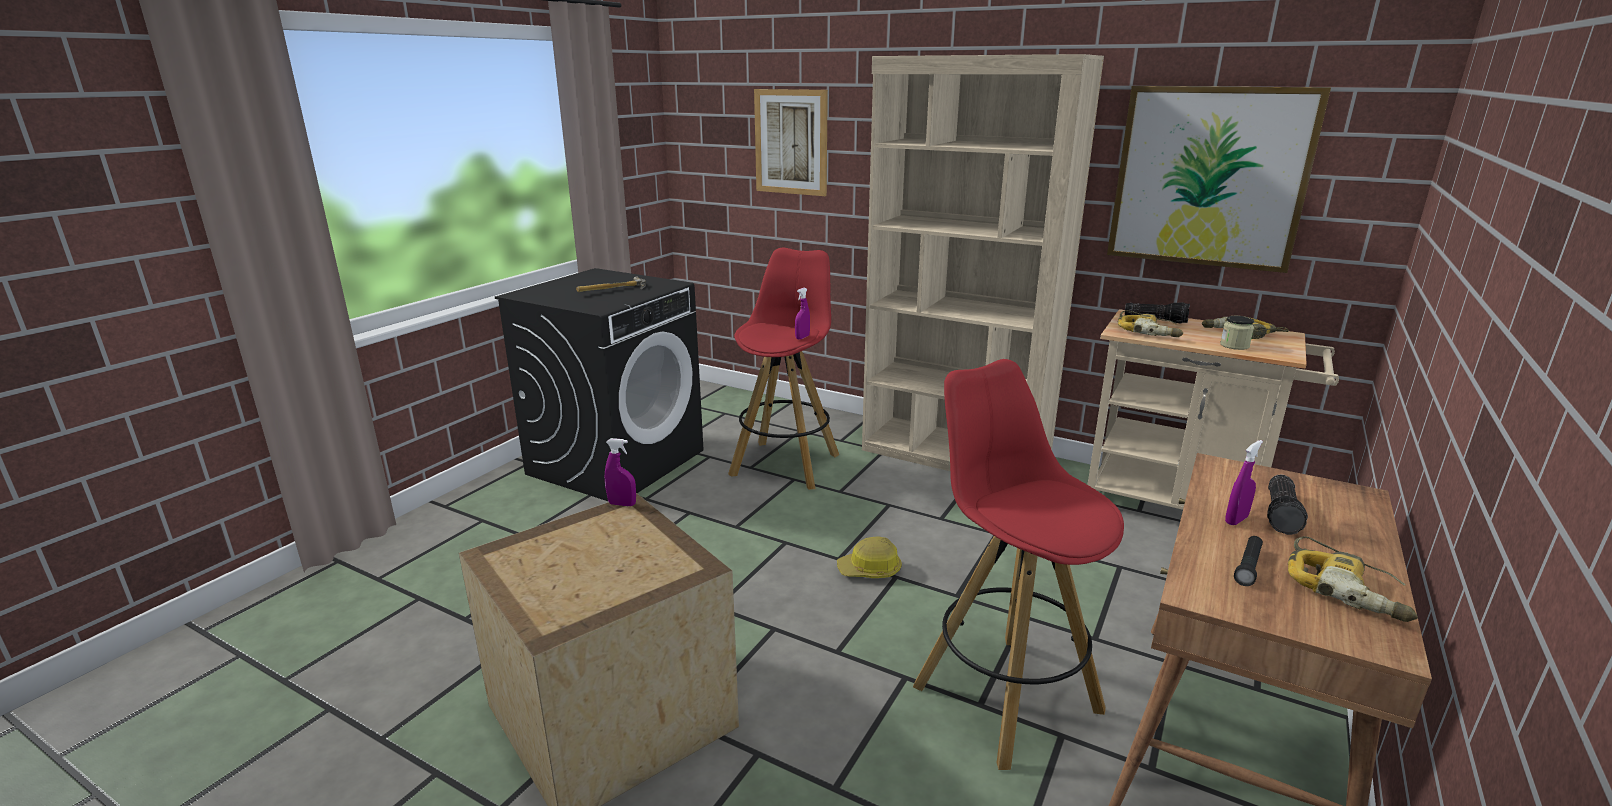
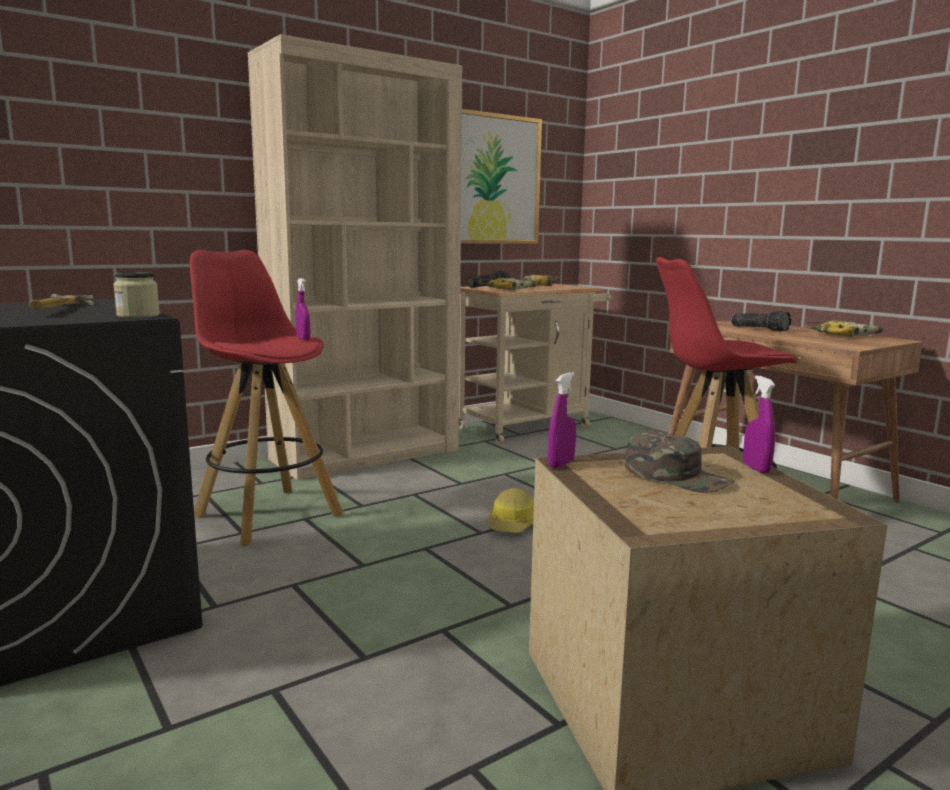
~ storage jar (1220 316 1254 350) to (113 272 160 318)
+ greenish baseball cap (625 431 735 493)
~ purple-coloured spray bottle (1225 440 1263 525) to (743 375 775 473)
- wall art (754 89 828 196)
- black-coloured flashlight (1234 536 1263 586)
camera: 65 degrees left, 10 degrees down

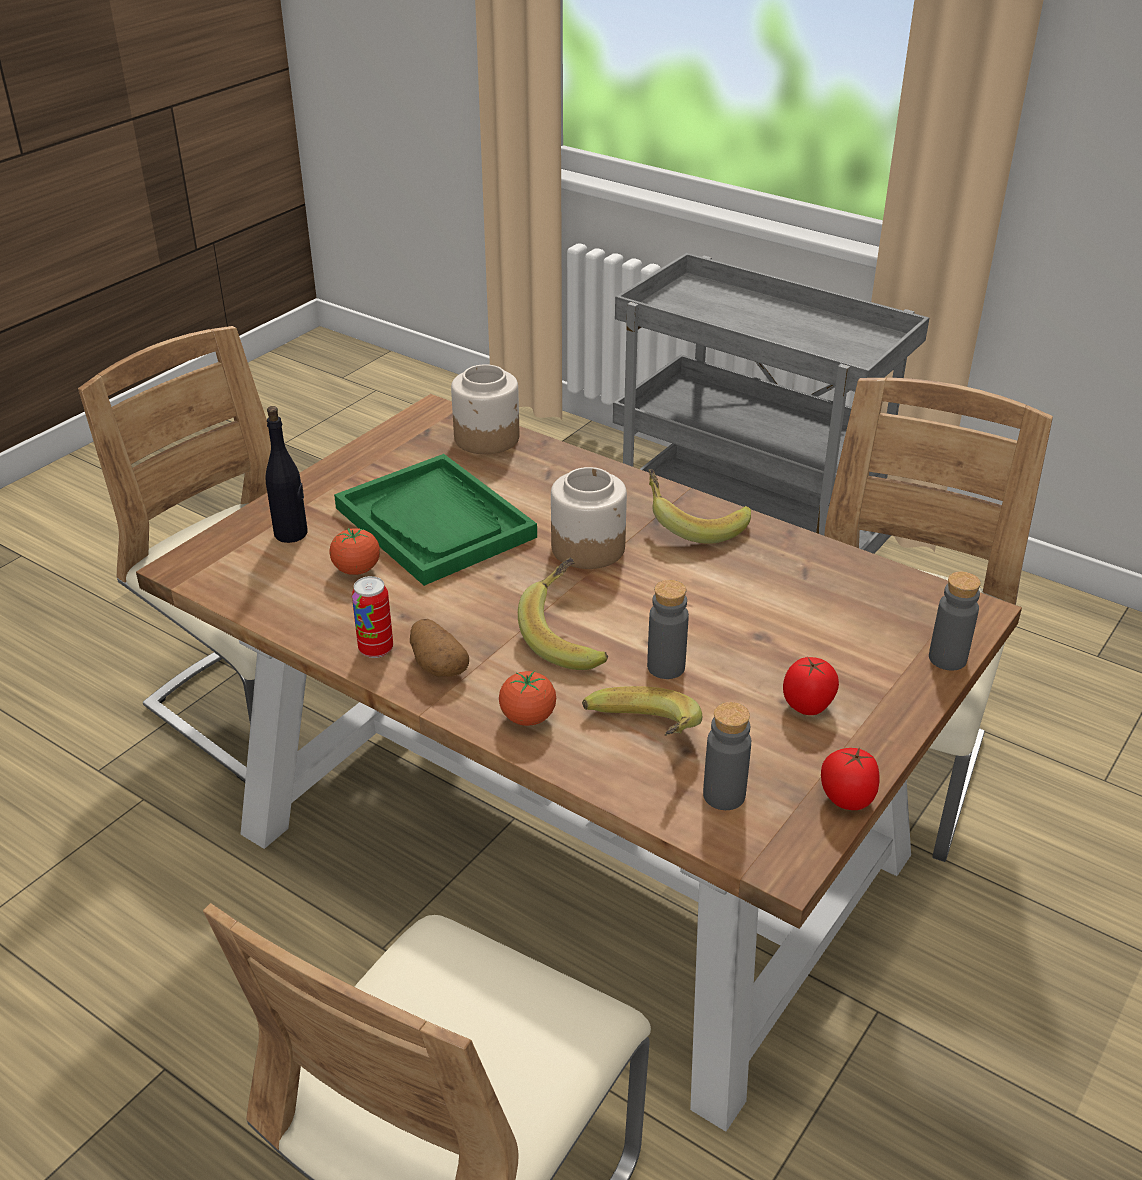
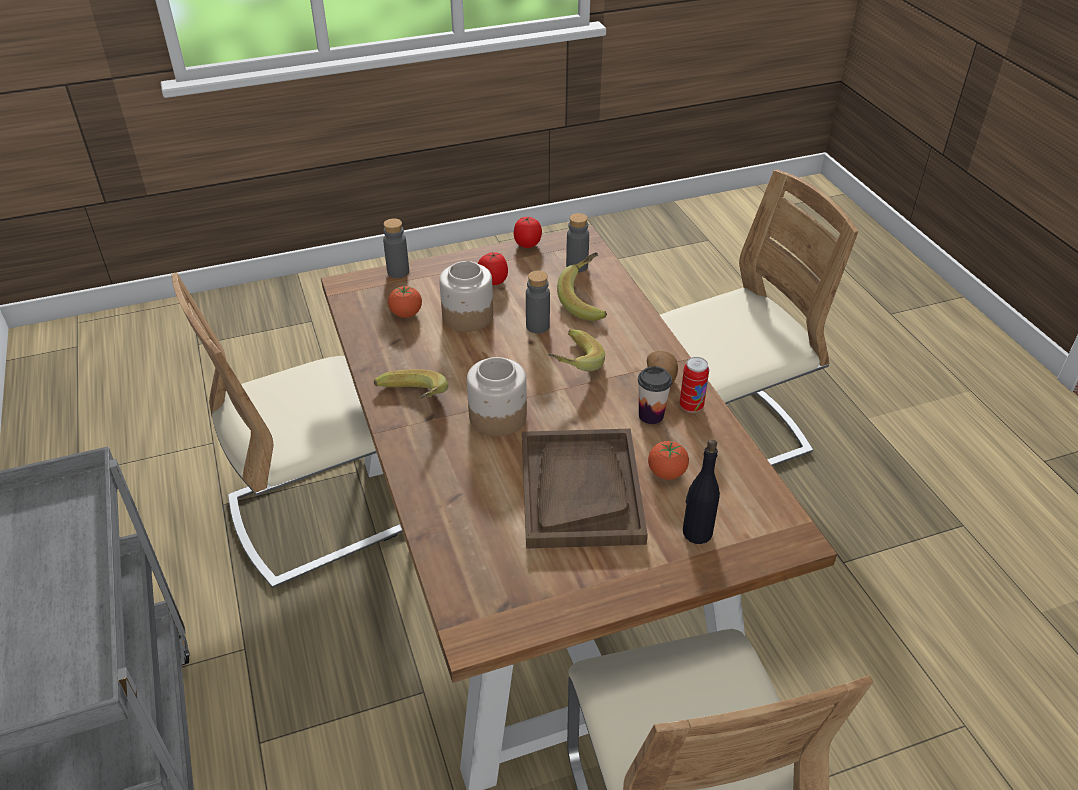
~ whole tomato (499 670 556 726) to (388 285 422 318)
~ storage jar (451 364 519 454) to (439 261 493 332)
~ greenish serving tray (334 454 537 586) to brown serving tray (522 429 648 549)
+ small cup (638 366 672 424)
camera: 145 degrees left, 5 degrees up

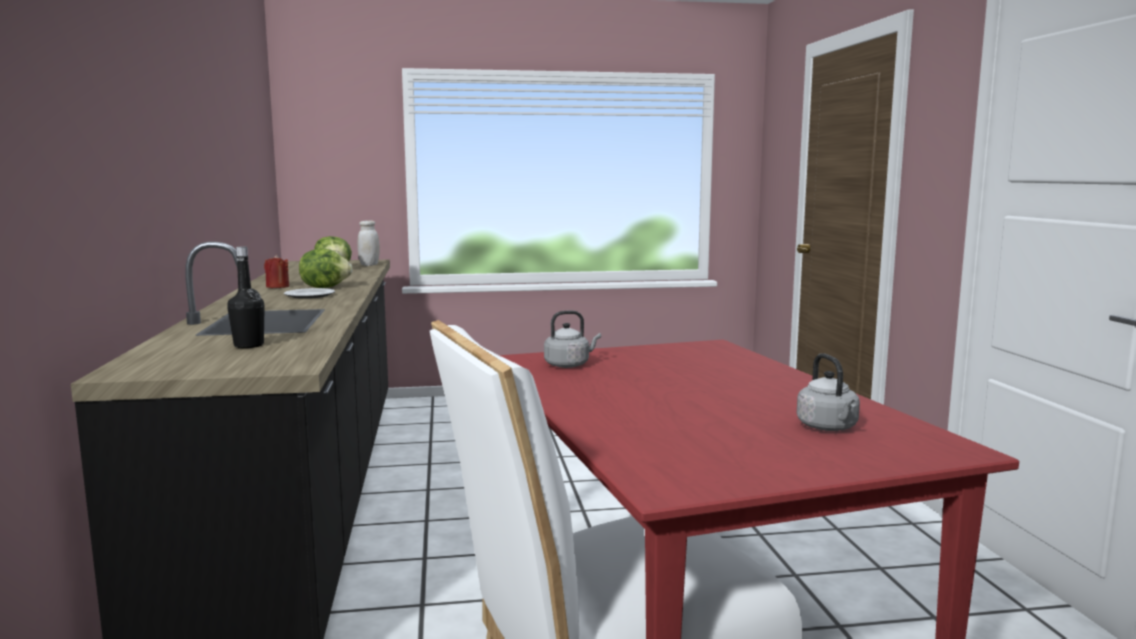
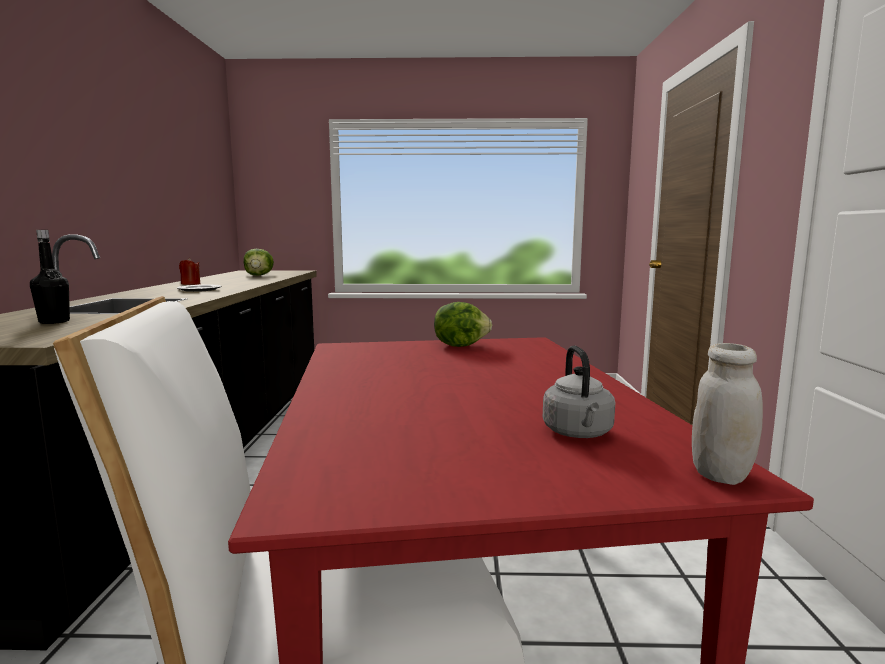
~ lettuce (299 248 353 288) to (434 302 492 347)
~ white-coloured storage jar (357 220 380 266) to (692 343 763 485)
- greyish kettle (544 311 601 368)
camera: 10 degrees right, 0 degrees up

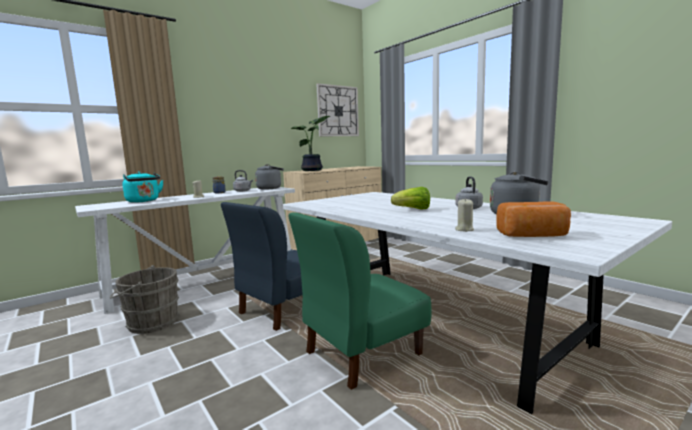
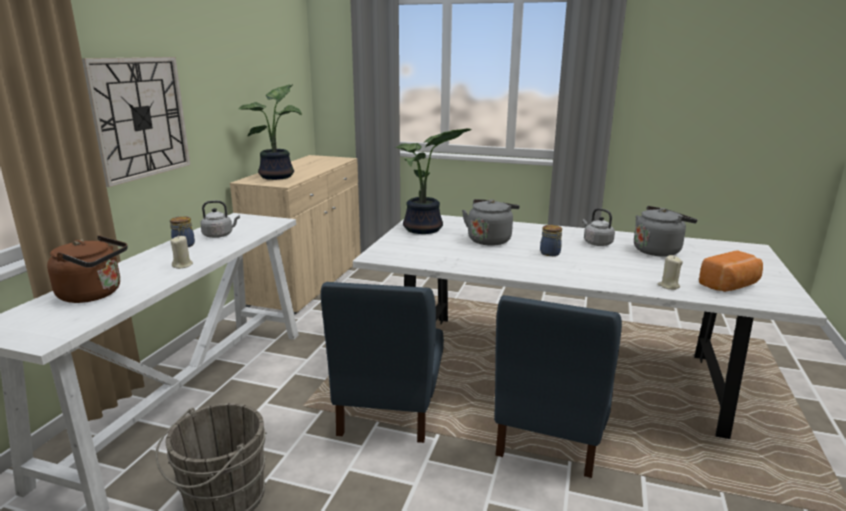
~ turquoise-coloured kettle (122 171 164 203) to brown kettle (47 236 128 303)
~ wall clock (316 83 359 136) to (82 57 190 187)
+ plant in a pot (395 128 472 234)
~ greyish kettle (255 164 284 190) to (462 199 520 246)
~ greenish plain chair (289 212 432 390) to blue plain chair (494 295 622 478)
~ lettuce (391 187 430 210) to storage jar (540 225 562 256)
camera: 35 degrees left, 10 degrees up

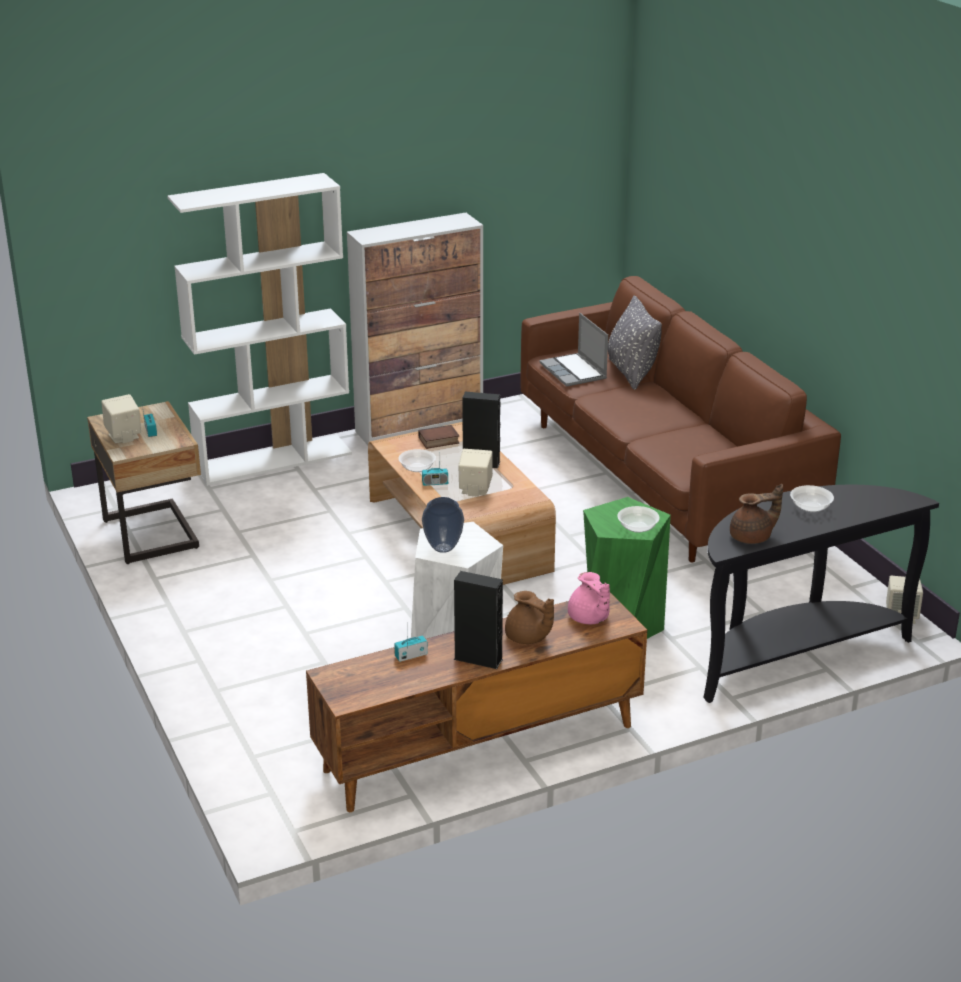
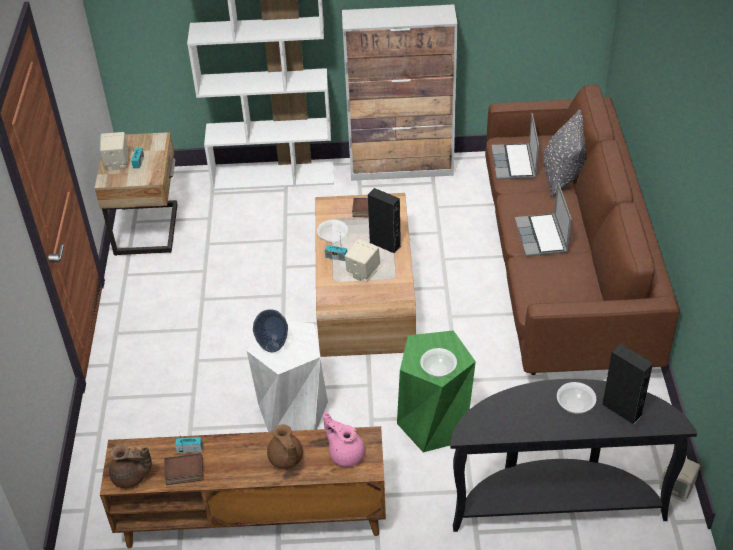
~ brown tea pot (730 484 783 544) to (109 445 152 488)
+ volume (164 453 204 485)
~ pink tea pot (568 572 610 624) = (323 412 365 467) 135 degrees clockwise
+ laptop (515 182 572 256)
~ black-coloured loudspeaker (454 571 503 669) to (602 344 653 425)
camera: 25 degrees right, 15 degrees up

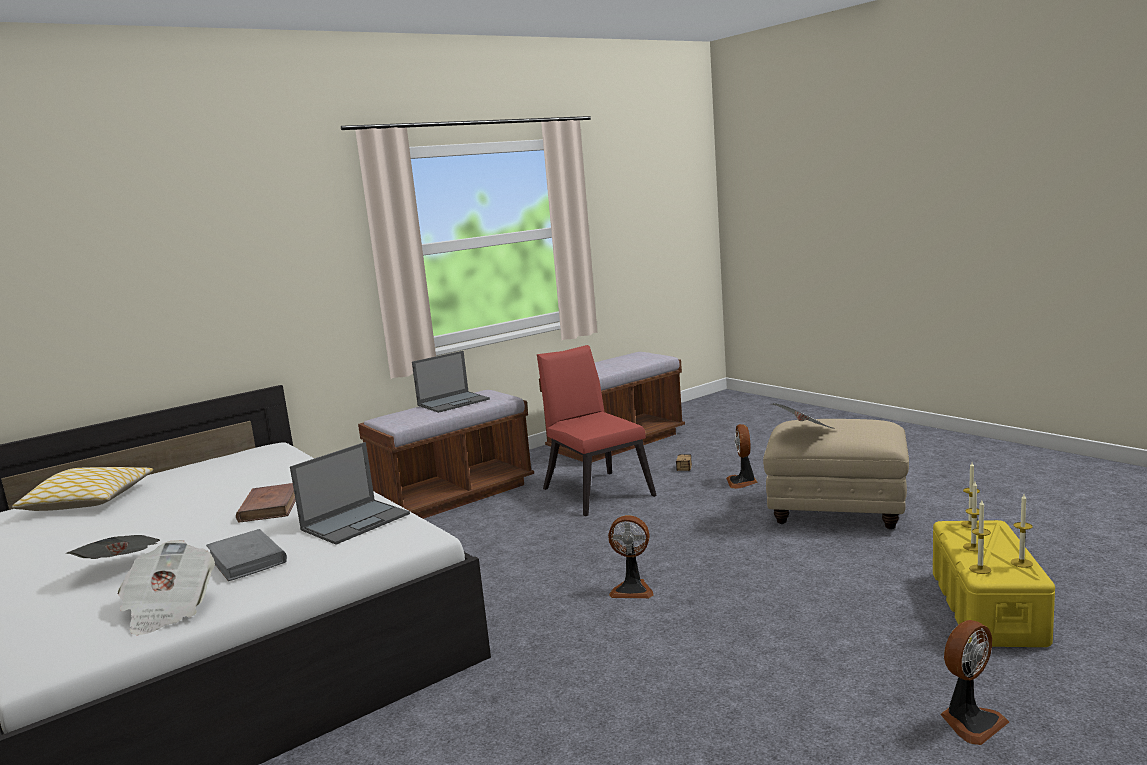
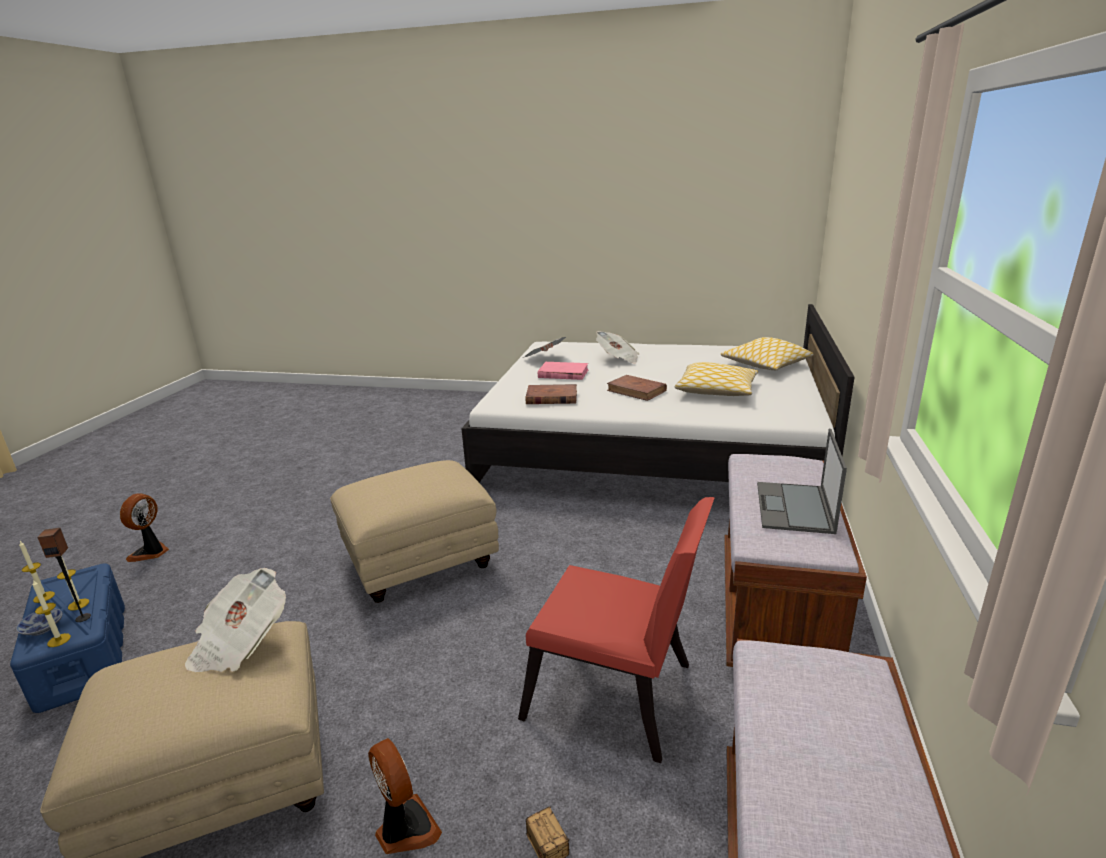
~ yellow storage container (933 520 1055 647) to blue storage container (10 563 125 713)
+ serving bowl (16 608 62 636)
+ loudspeaker (37 528 91 622)
~ cooling fan (608 515 654 598) to beige-coloured pouffe (330 460 499 603)
~ laptop (290 442 410 545) to brown volume (526 384 577 404)
~ greyish volume (206 529 287 581) to pink volume (538 362 588 380)
+ cushion (675 362 758 396)
- wax light (969 500 991 574)
camera: 140 degrees right, 10 degrees up

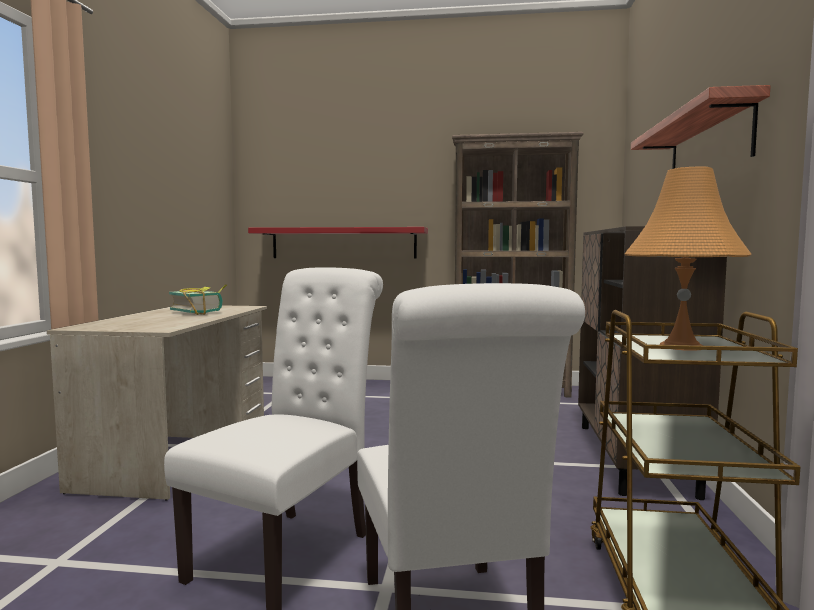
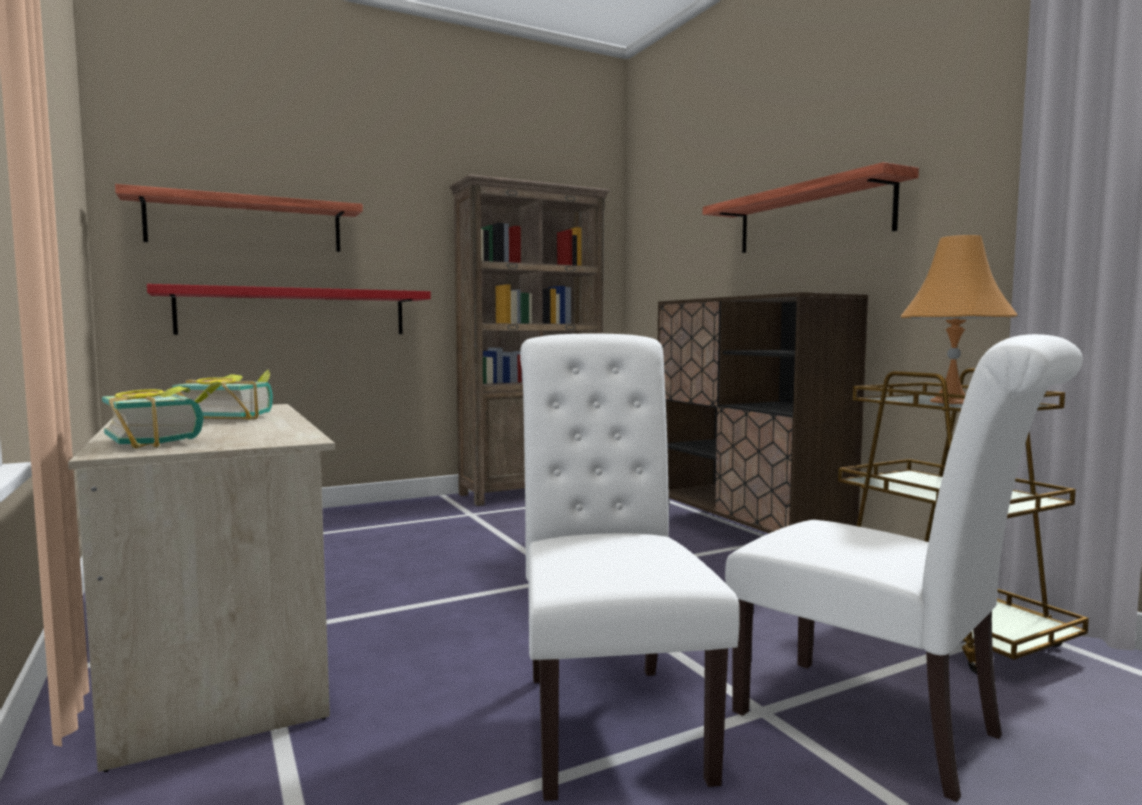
+ volume (102 381 223 449)
+ shelf (115 184 363 252)
camera: 35 degrees left, 0 degrees up

